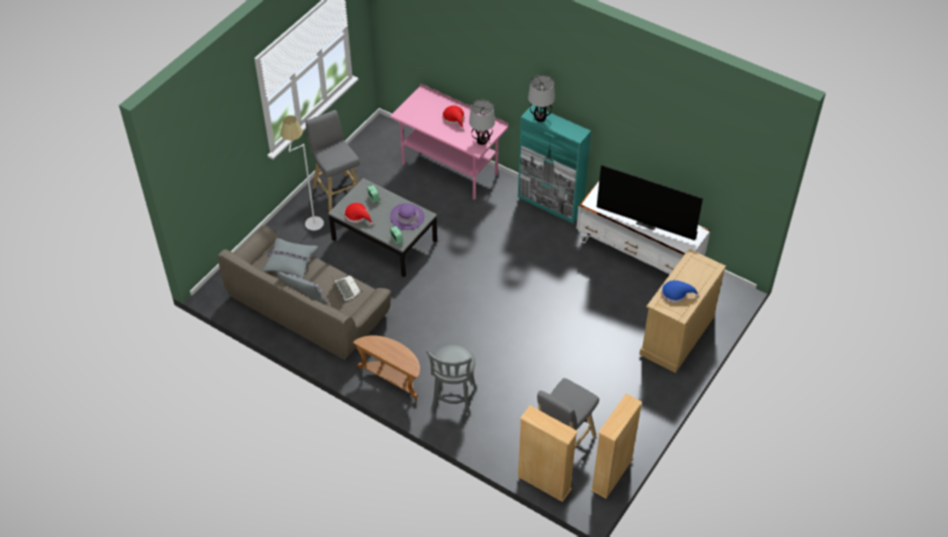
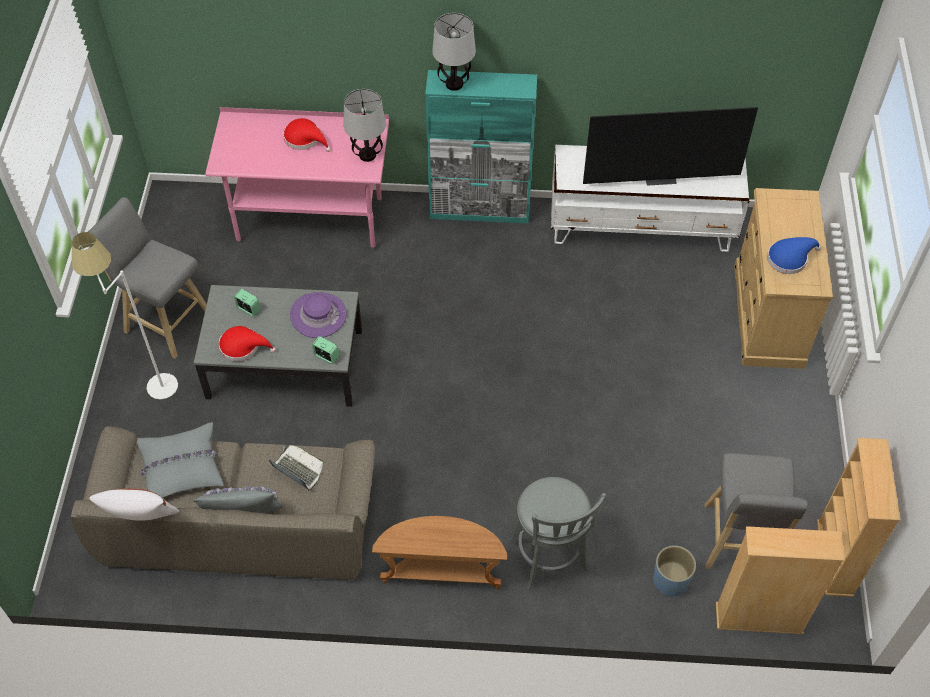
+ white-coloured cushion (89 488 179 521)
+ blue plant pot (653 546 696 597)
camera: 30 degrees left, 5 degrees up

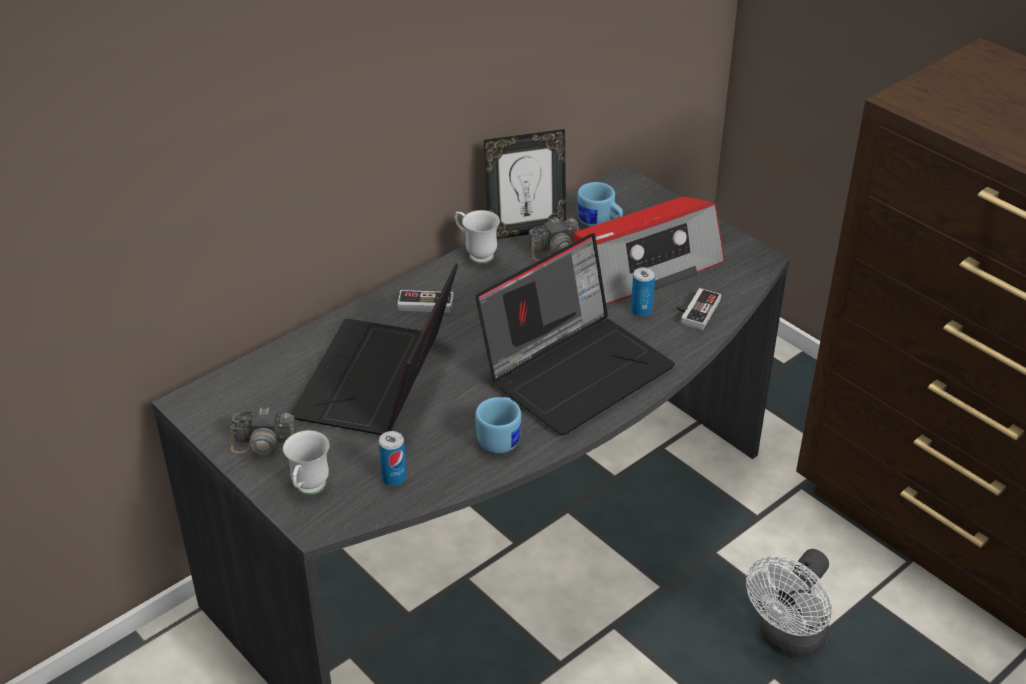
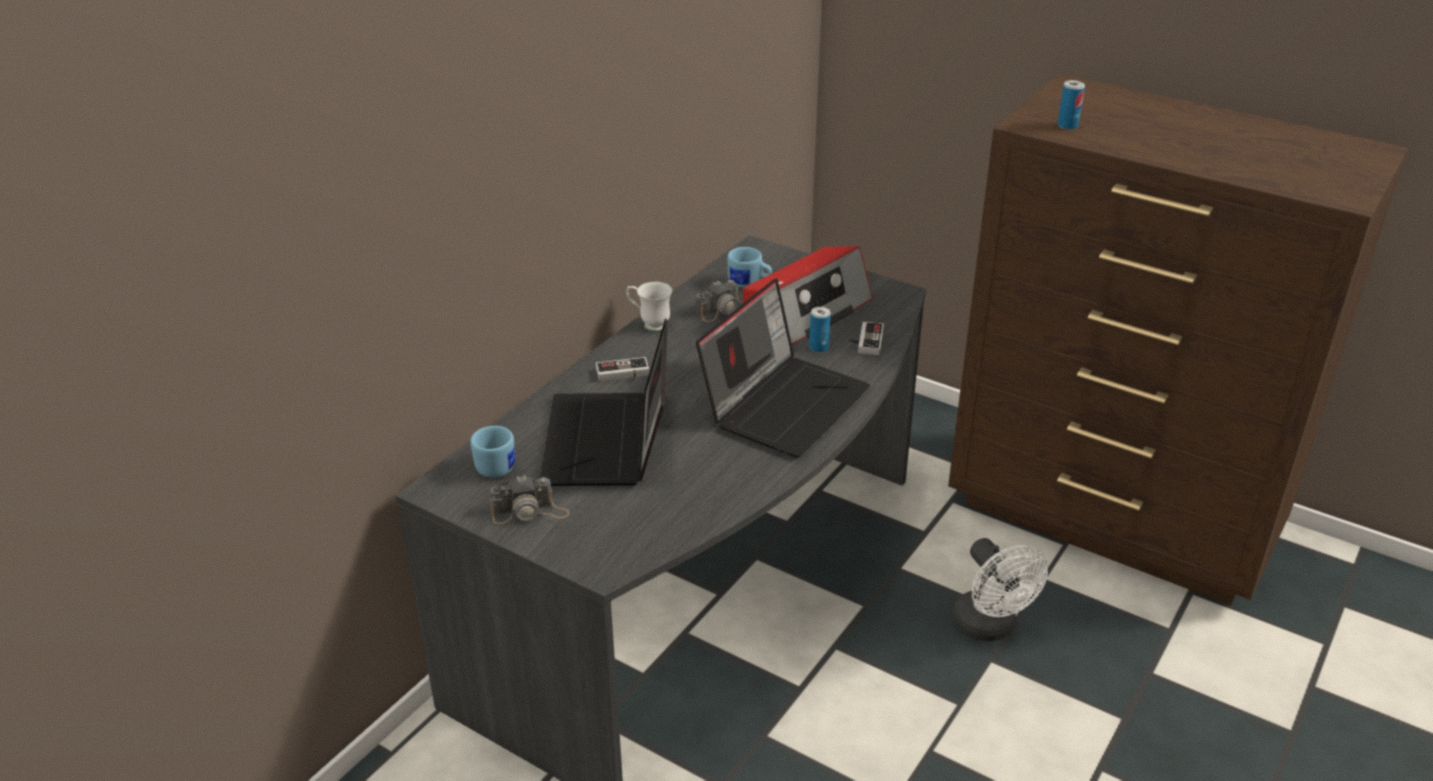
~ blue tea mug (475 397 521 453) to (470 426 515 478)
~ white-coloured cooling fan (746 549 833 658) = (953 538 1048 641) 45 degrees counterclockwise
~ can (379 431 406 486) to (1058 80 1085 130)
- white-coloured tea mug (283 430 329 495)
- standing frame (484 129 566 239)
camera: 15 degrees left, 5 degrees down

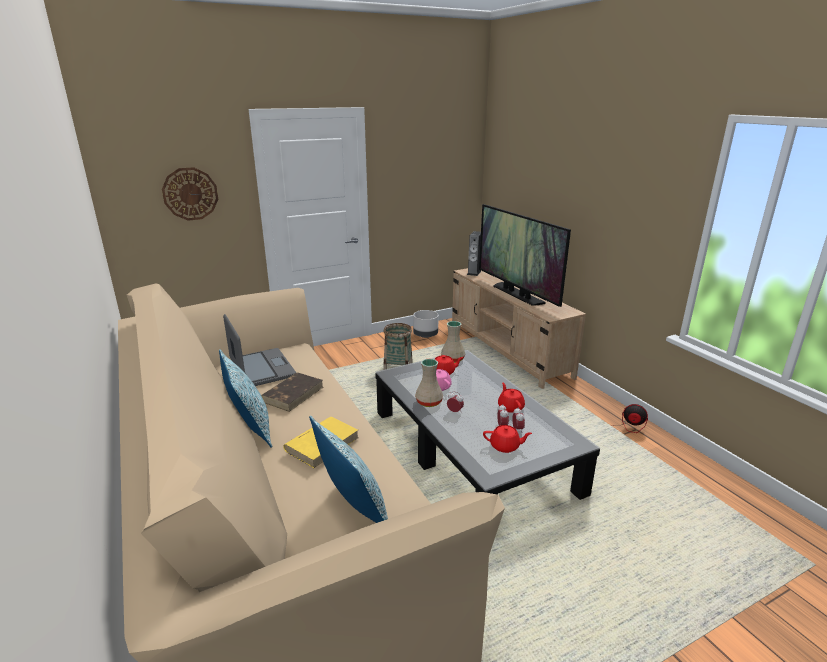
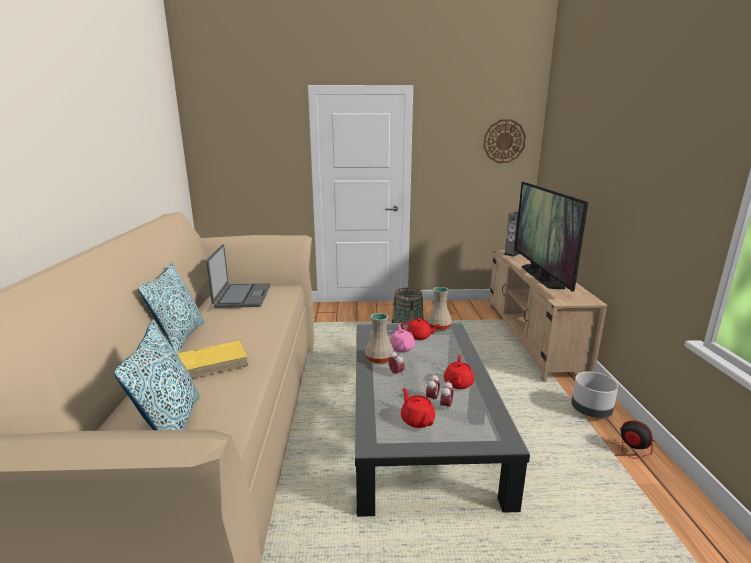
~ reddish tea pot (483 425 532 453) = (401 388 435 428) 150 degrees counterclockwise
~ wall clock (162 167 218 221) to (483 119 526 163)
~ greyish plant pot (413 310 439 338) to (571 372 618 418)
- brown volume (261 372 323 412)
camera: 25 degrees right, 5 degrees down

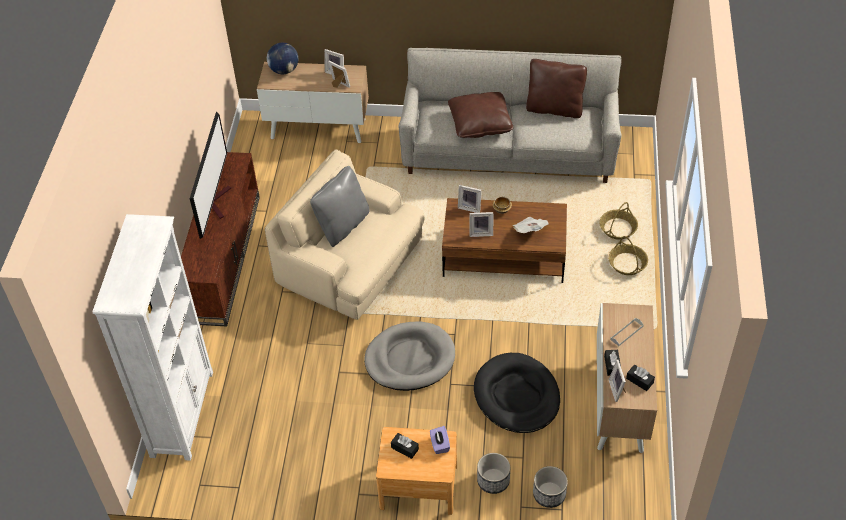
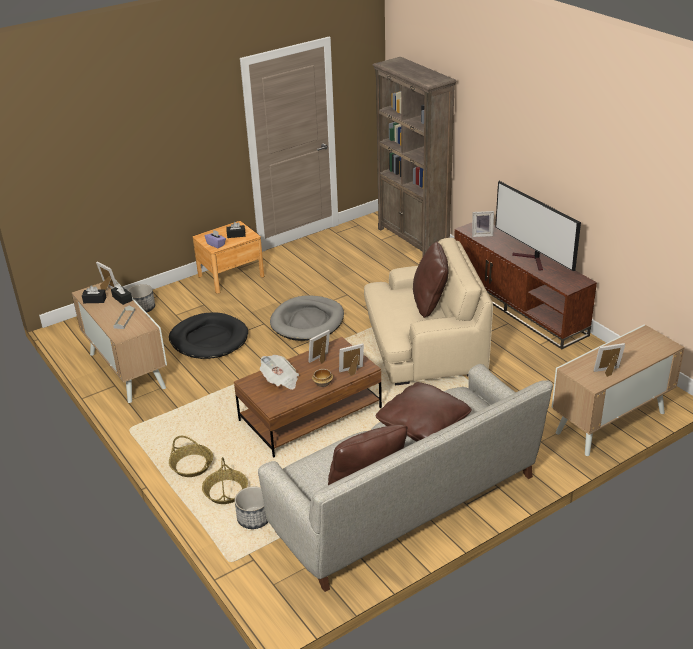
~ plant pot (477 453 510 494) to (235 486 268 529)
~ white-coloured bookshelf (93 214 213 461) to brown bookshelf (373 57 456 257)
~ greyish cushion (310 166 370 247) to brown cushion (413 241 448 318)
~ standing frame (328 60 350 88) to (472 211 494 237)
- world globe (267 43 298 74)
camera: 140 degrees right, 15 degrees down

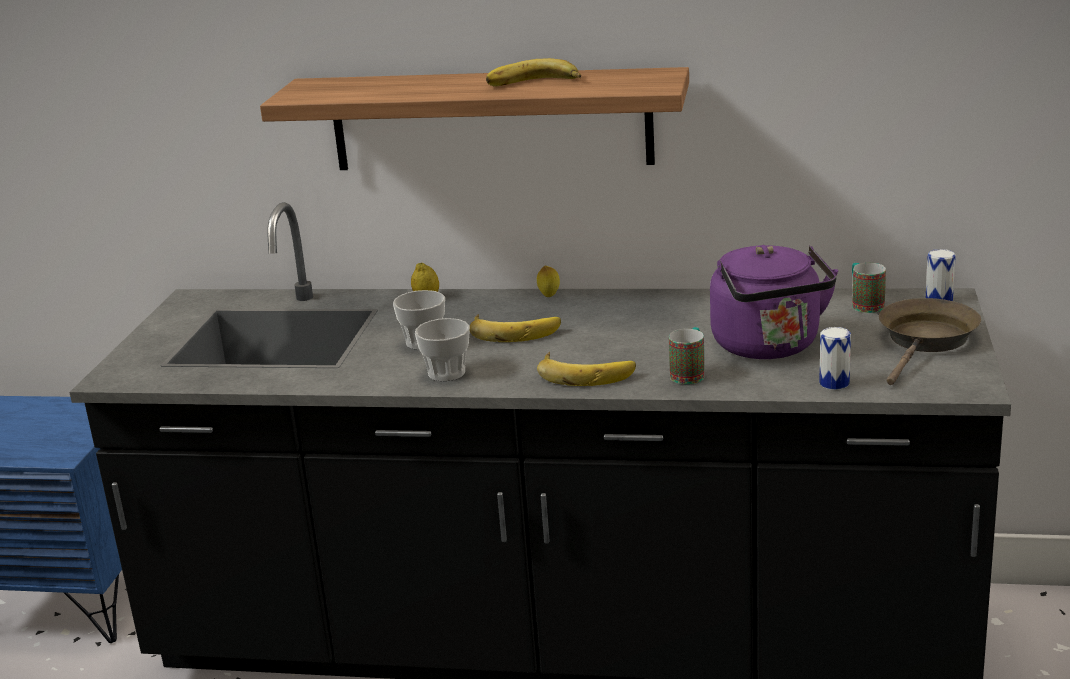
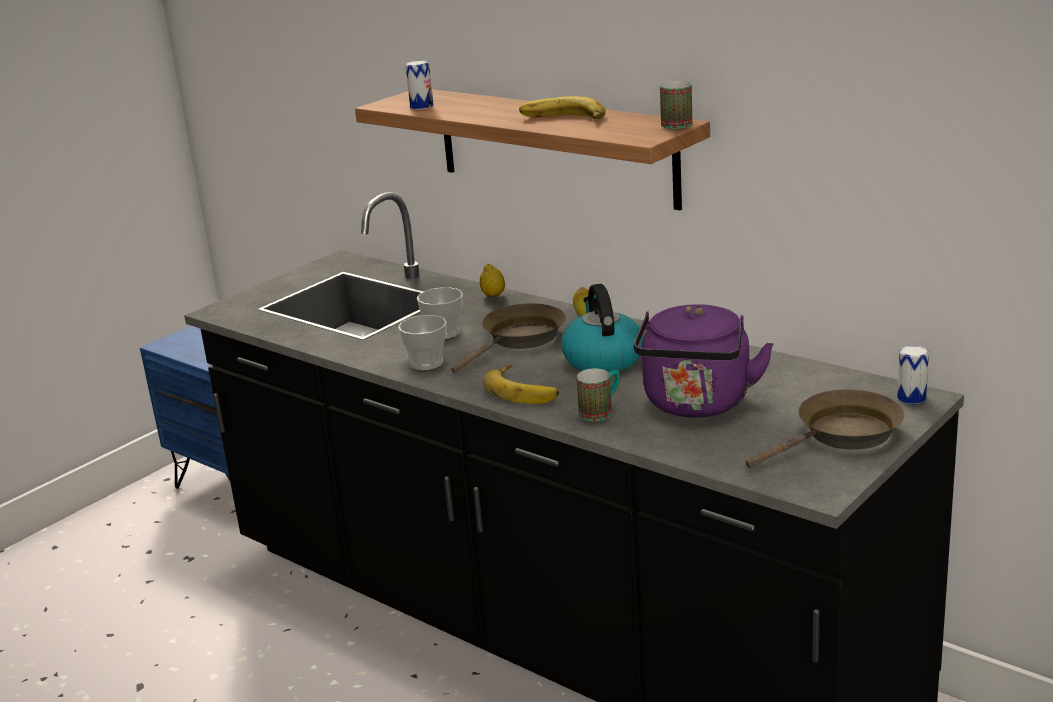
~ can (819 327 851 390) to (405 60 433 110)
~ banana (470 314 561 342) to brown pan (451 303 566 373)
+ kettle (561 284 644 372)
~ tea mug (852 263 886 313) to (660 81 693 129)
camera: 30 degrees right, 0 degrees up

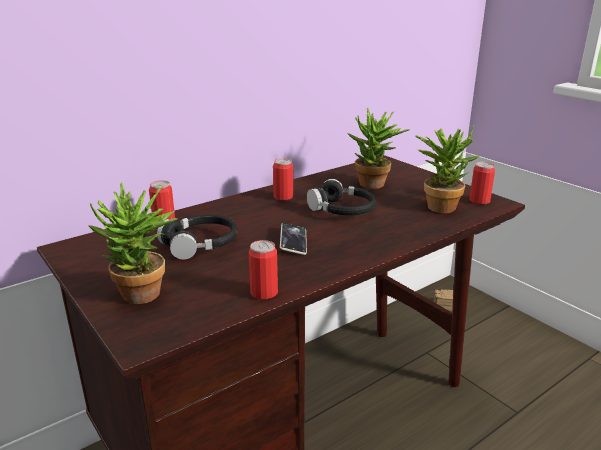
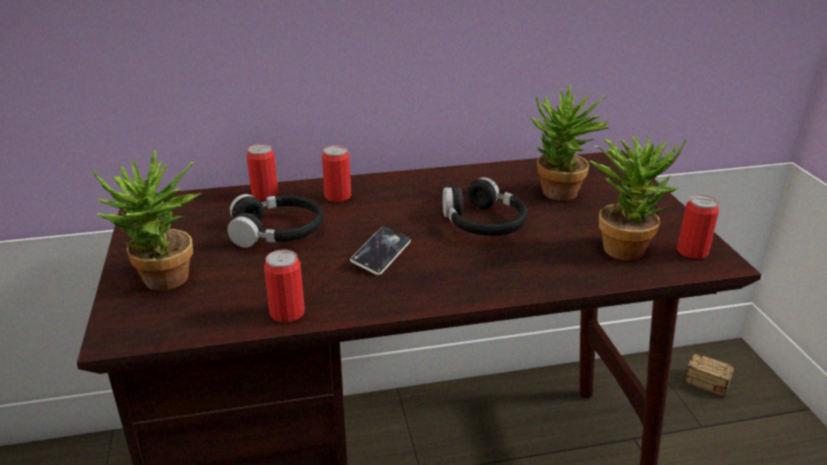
~ can (273 158 293 201) to (322 145 351 202)
camera: 25 degrees right, 5 degrees up

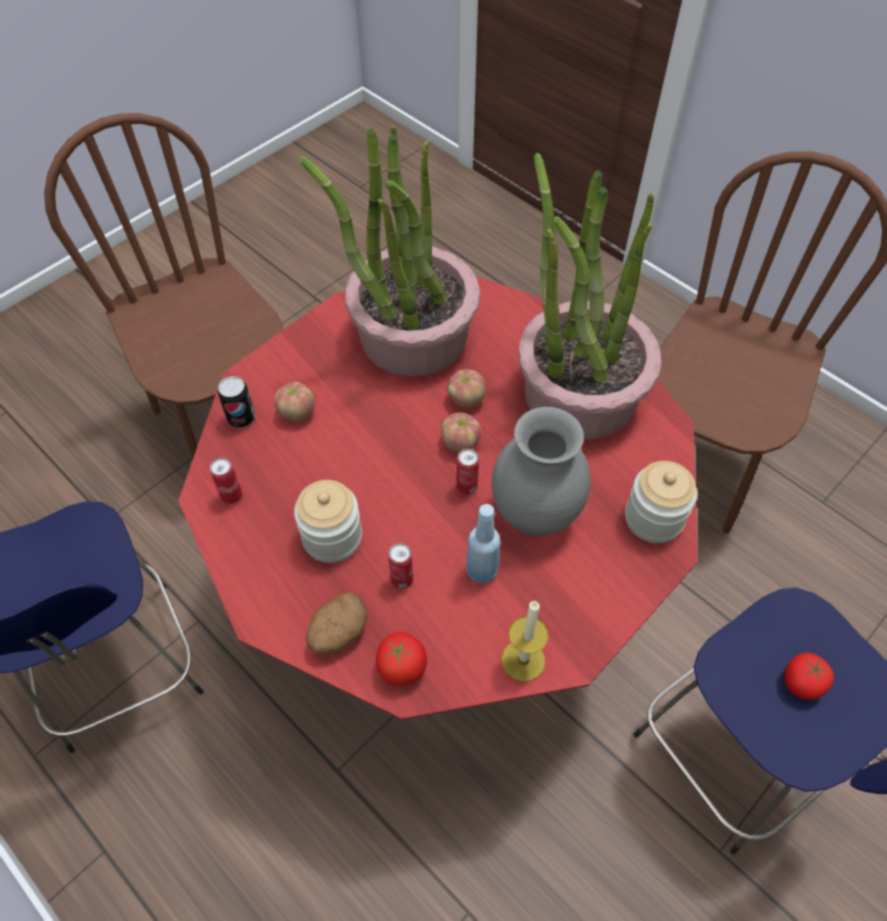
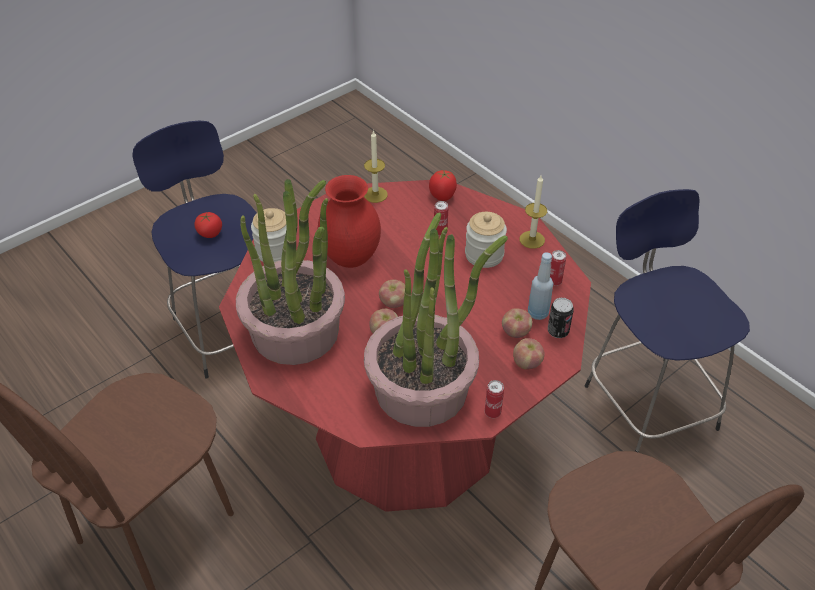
~ greyish flower vase (492 407 591 536) to reddish flower vase (318 175 381 268)
~ can (456 449 479 495) to (485 380 504 418)
+ apple (513 338 545 370)
+ wax light (520 175 547 249)
~ blue bottle (466 504 501 583) to (528 252 553 320)
- potato (306 592 368 655)
camera: 175 degrees left, 10 degrees down

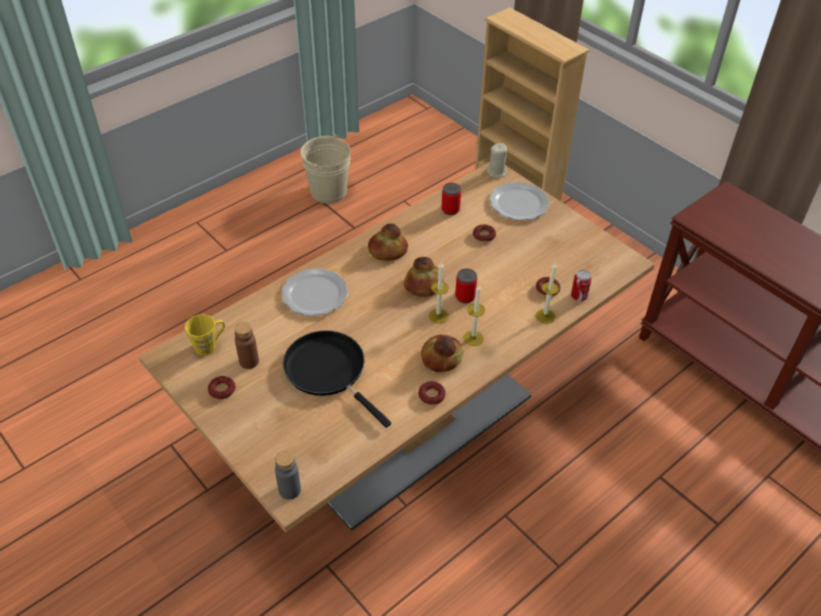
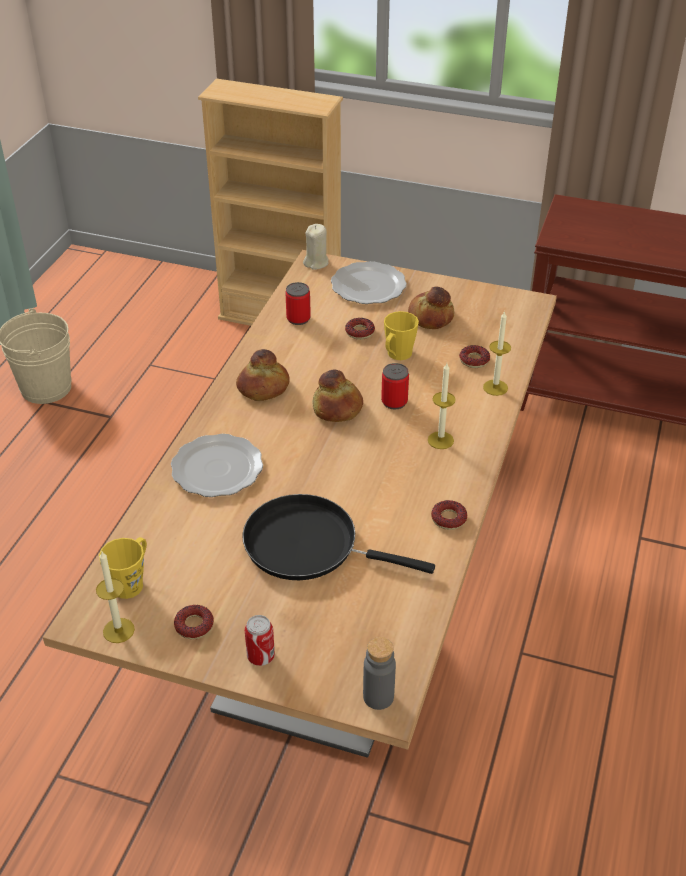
~ wax light (429 263 449 324) to (96 551 135 643)
~ can (571 270 592 301) to (245 615 275 666)
+ yellow tea mug (384 311 419 360)
~ baked bread (421 334 464 372) to (408 286 454 329)
- brown bottle (235 322 259 369)
camera: 30 degrees left, 5 degrees down

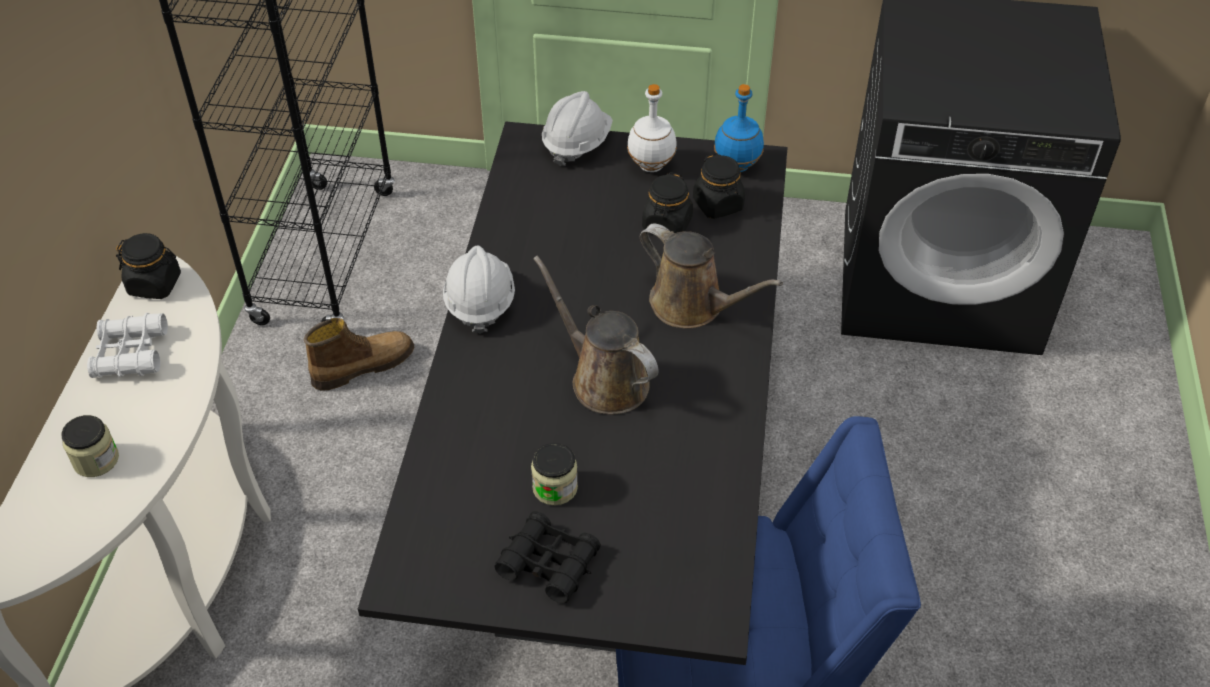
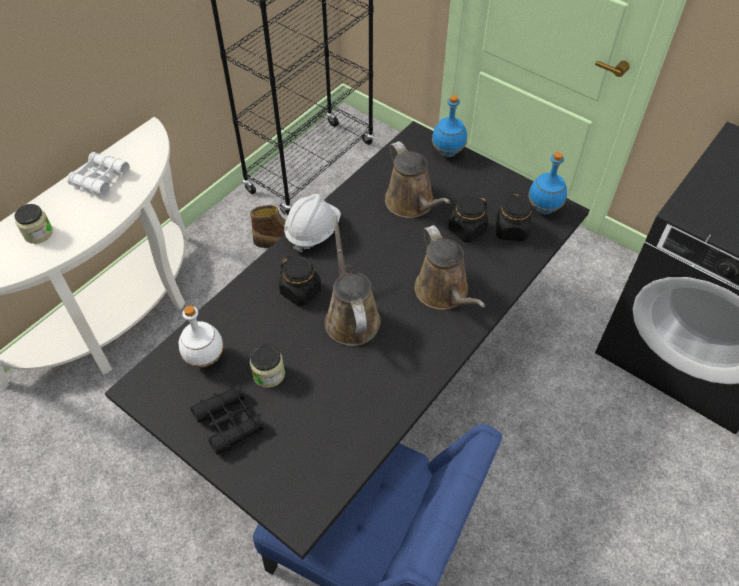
~ white-coloured bottle (627 84 677 172) to (179 305 224 367)
~ black-coloured storage jar (116 233 181 299) to (279 256 321 306)
+ brown sprinkling can (385 141 450 218)
~ white-coloured safety helmet (542 91 613 166) to blue bottle (432 95 467 157)
camera: 30 degrees right, 5 degrees up

